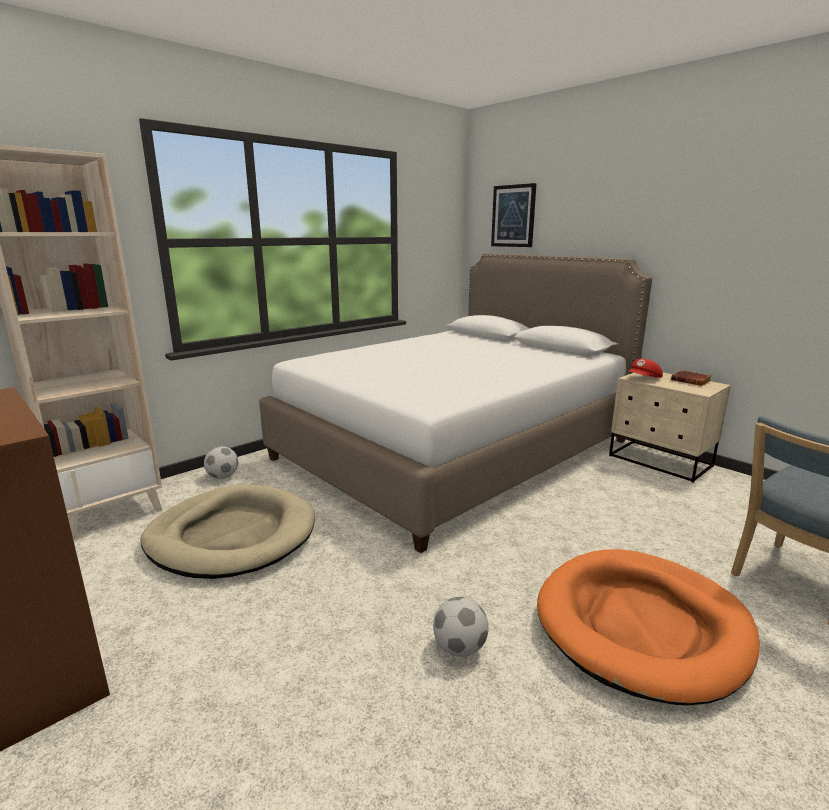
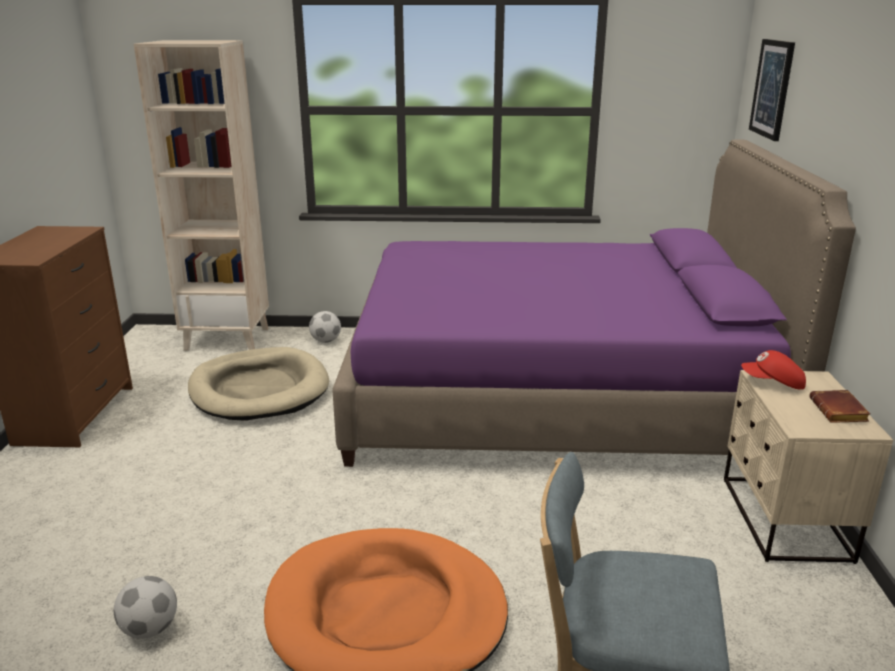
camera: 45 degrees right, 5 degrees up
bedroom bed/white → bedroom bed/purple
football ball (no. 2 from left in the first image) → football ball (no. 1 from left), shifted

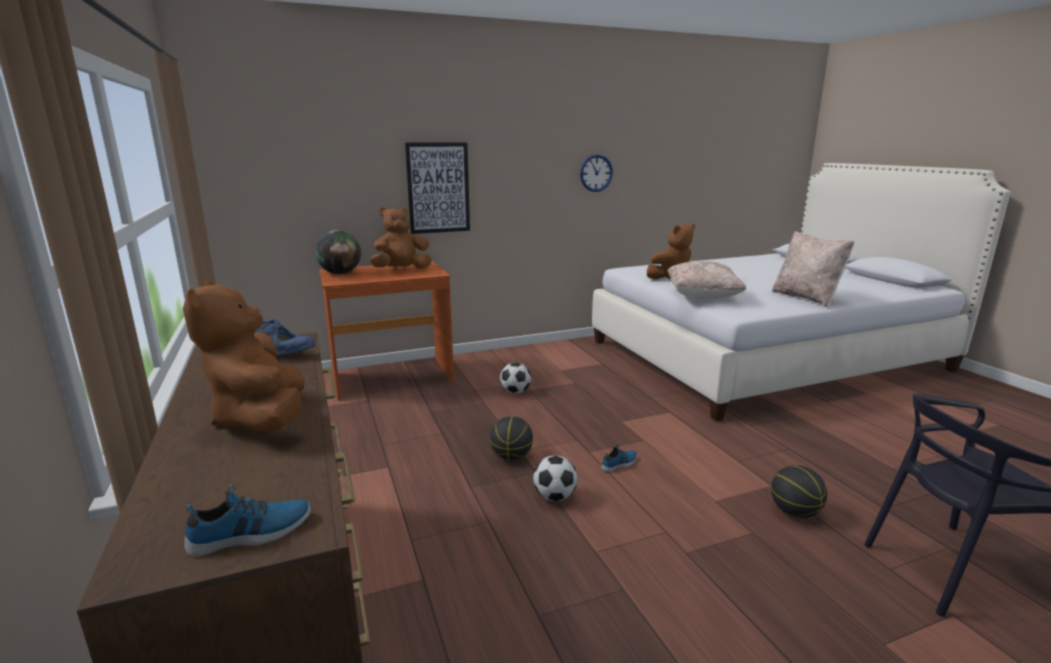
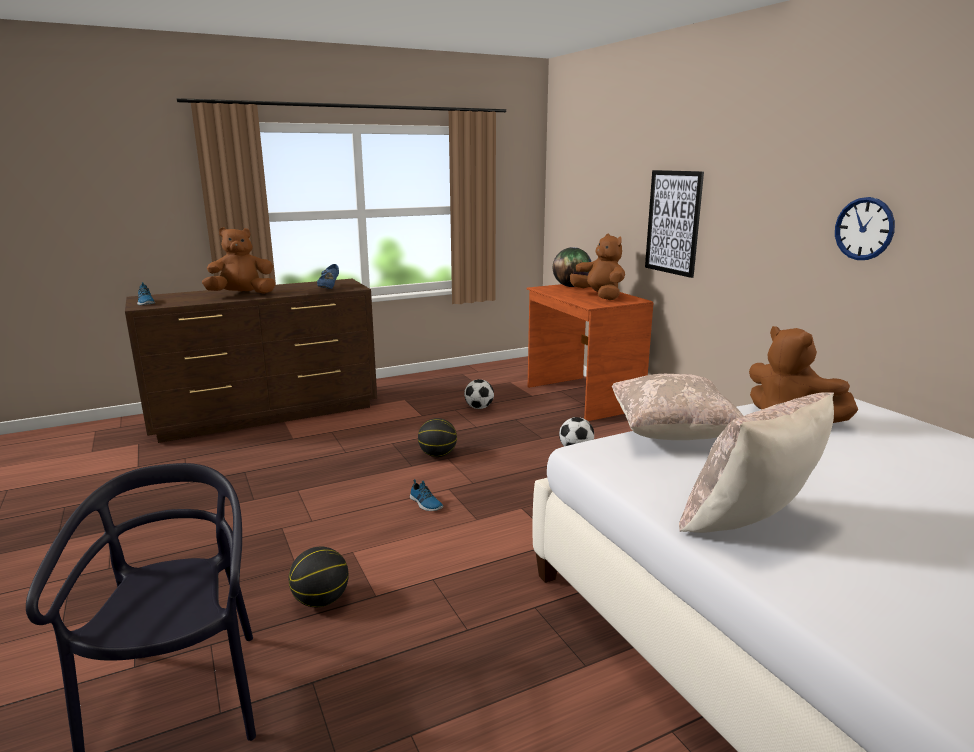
camera: 85 degrees right, 0 degrees up
football ball (no. 2 from left in the first image) → football ball (no. 1 from left), shifted

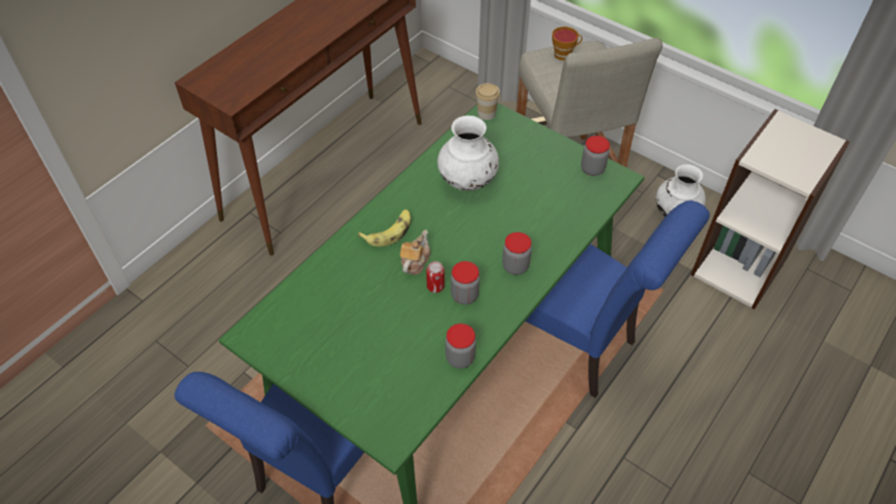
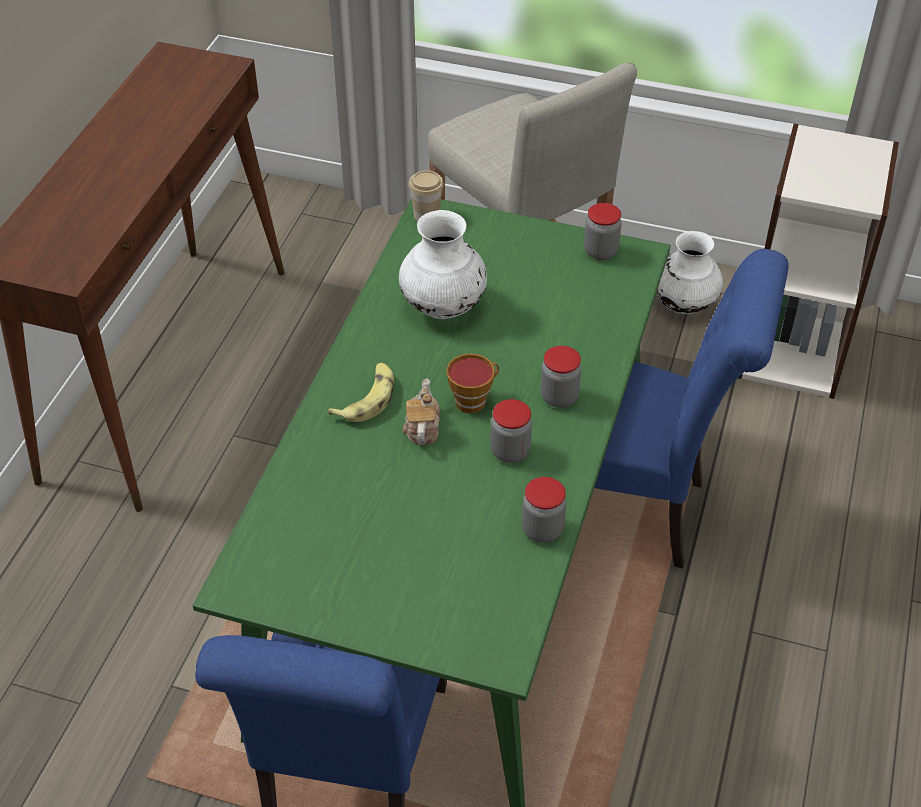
camera: 20 degrees left, 5 degrees down
metal can → -
cup (no. 2 from left), shifted

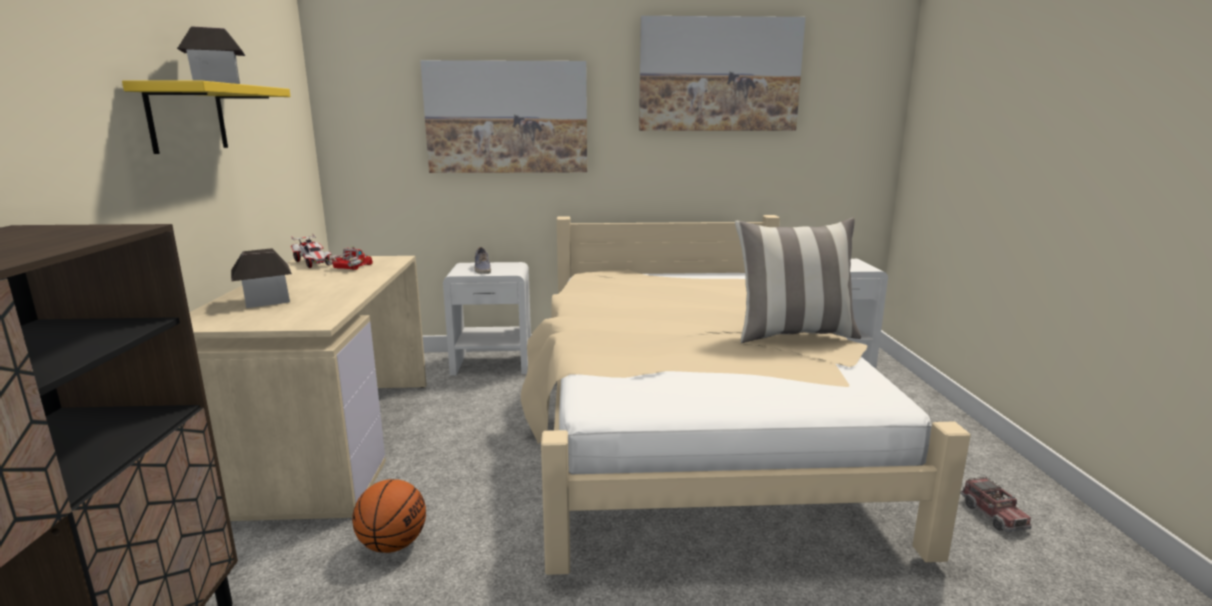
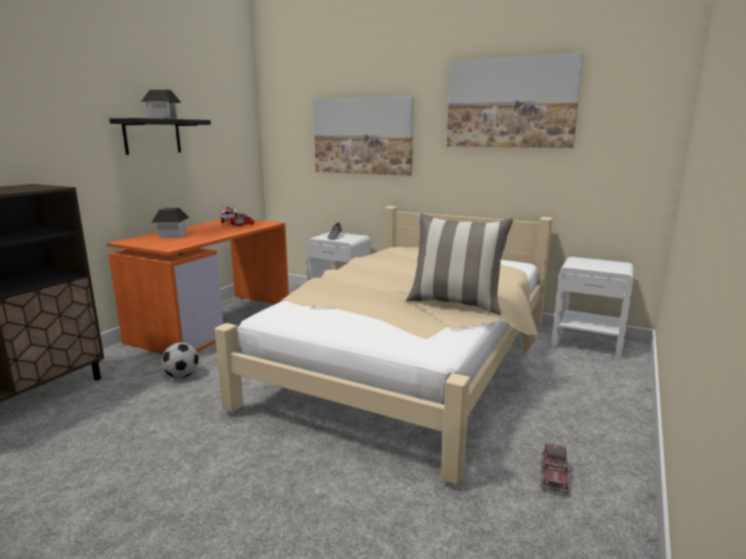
camera: 30 degrees right, 0 degrees up
wall shelf/yellow-coloured → wall shelf/blackish
desk unit/beige → desk unit/orange-coloured
ball for basketball → football ball

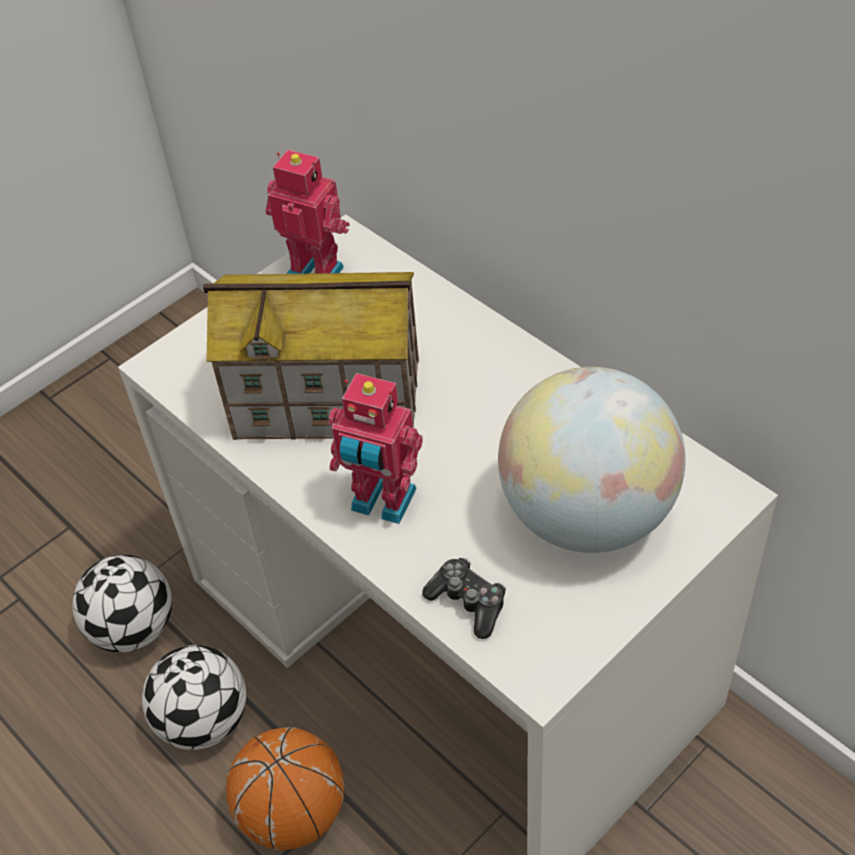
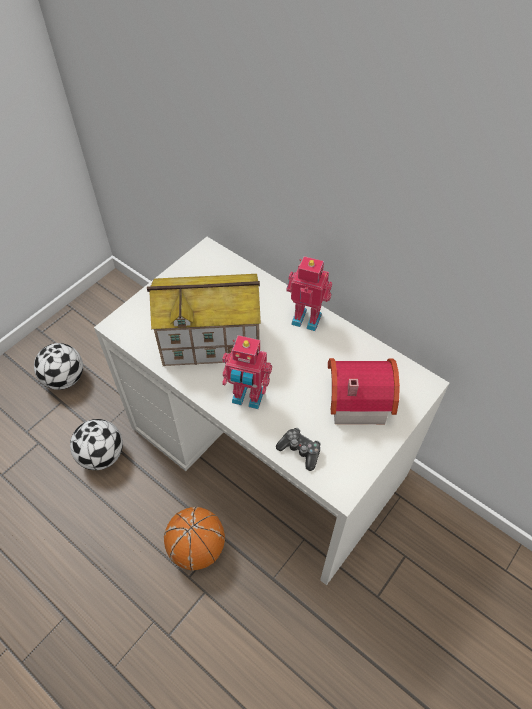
camera: 10 degrees left, 5 degrees up
football ball (no. 2 from left in the first image) → football ball (no. 1 from left), shifted
robot figure (no. 1 from left in the first image) → robot figure (no. 2 from left), shifted
world globe → model house (no. 2 from left)

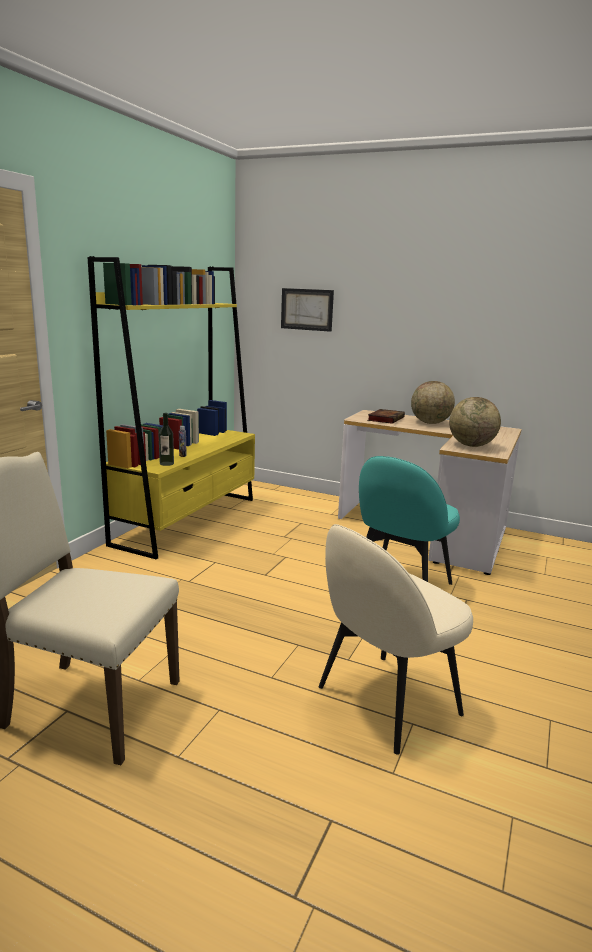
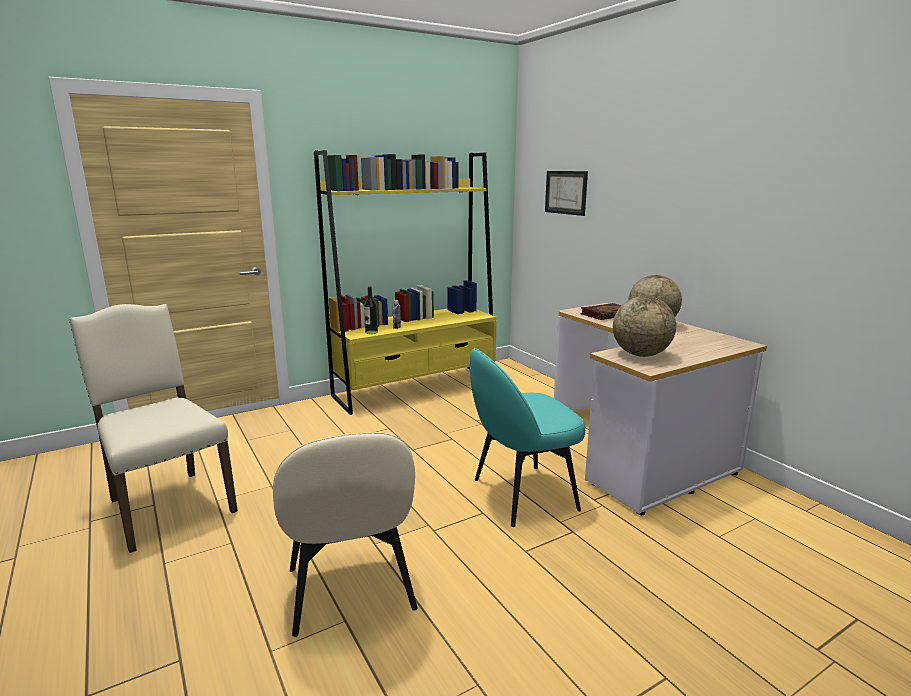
camera: 35 degrees right, 0 degrees up
chair/beige (no. 2 from left), 105 degrees counterclockwise

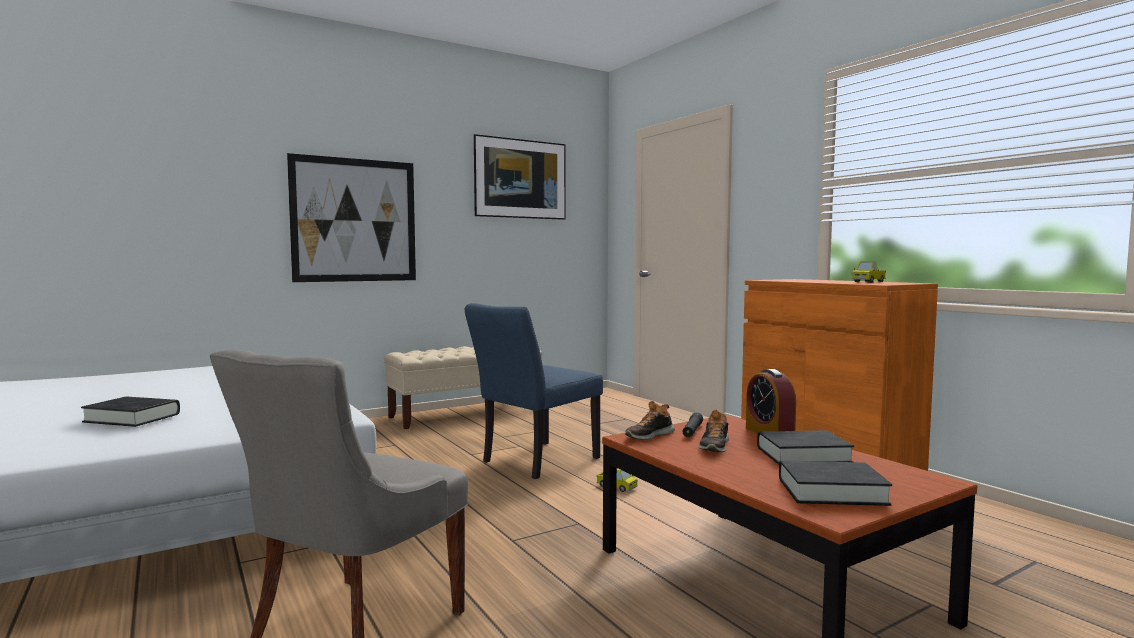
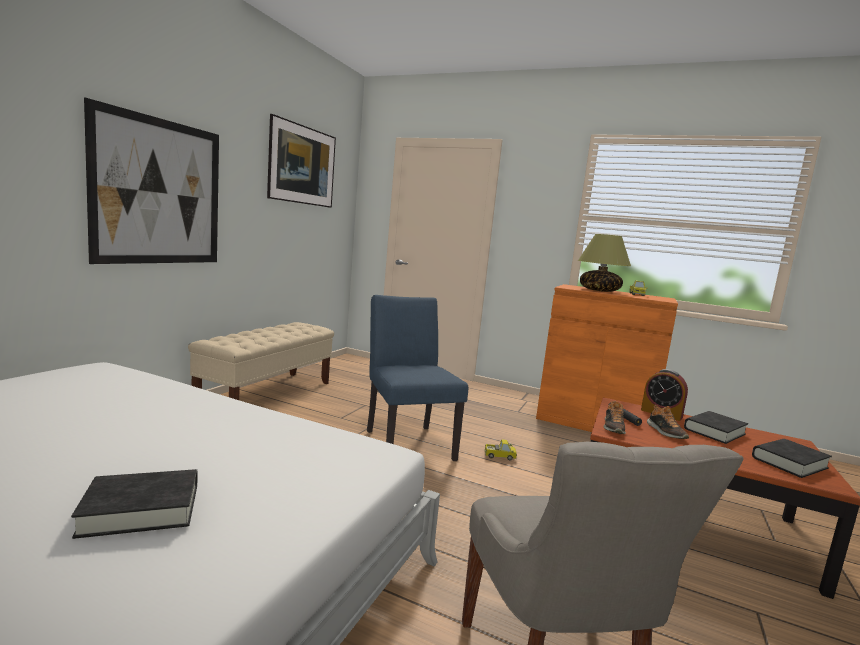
camera: 35 degrees left, 5 degrees up
chair/blue, 150 degrees clockwise
- → table lamp

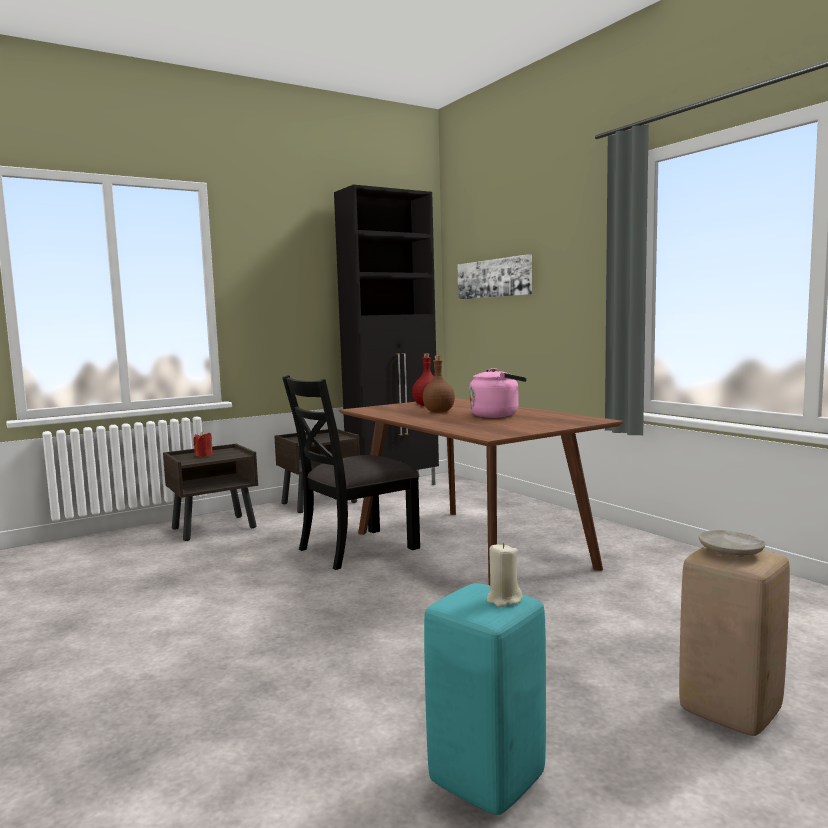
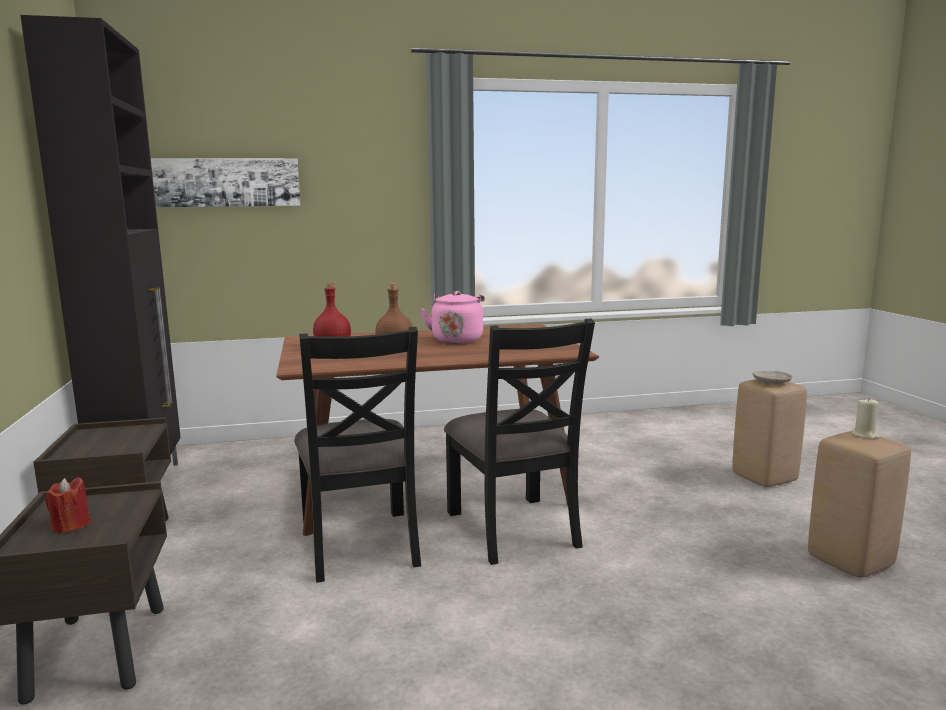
camera: 70 degrees left, 5 degrees up
stool seat/turquoise → stool seat/beige (no. 2 from left)
- → chair/blackish (no. 2 from left)

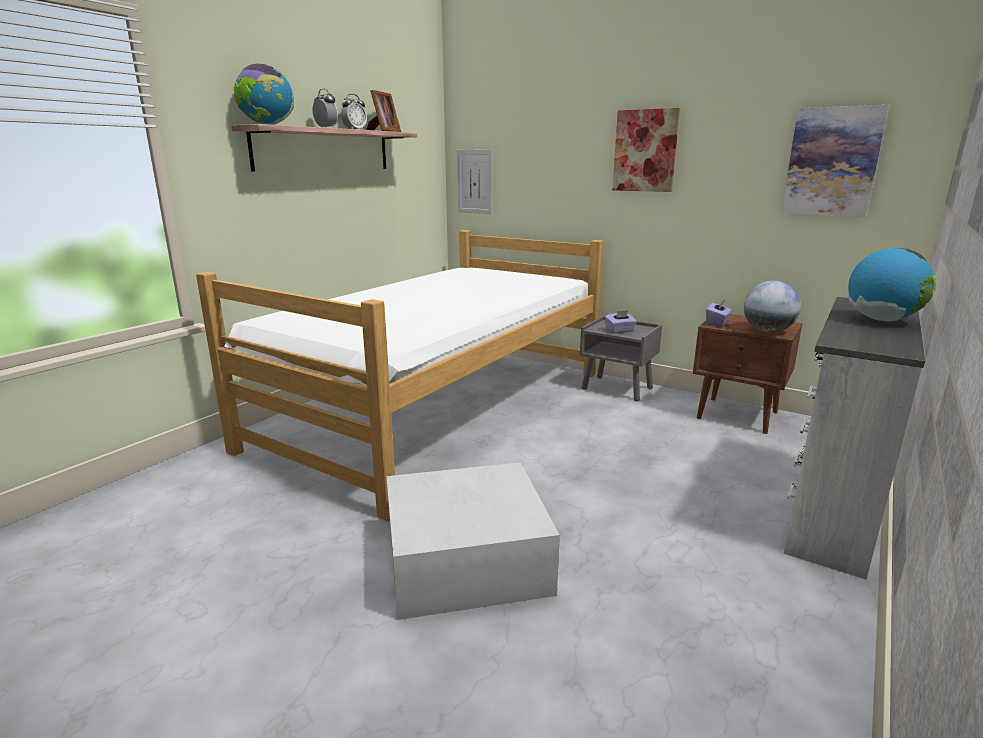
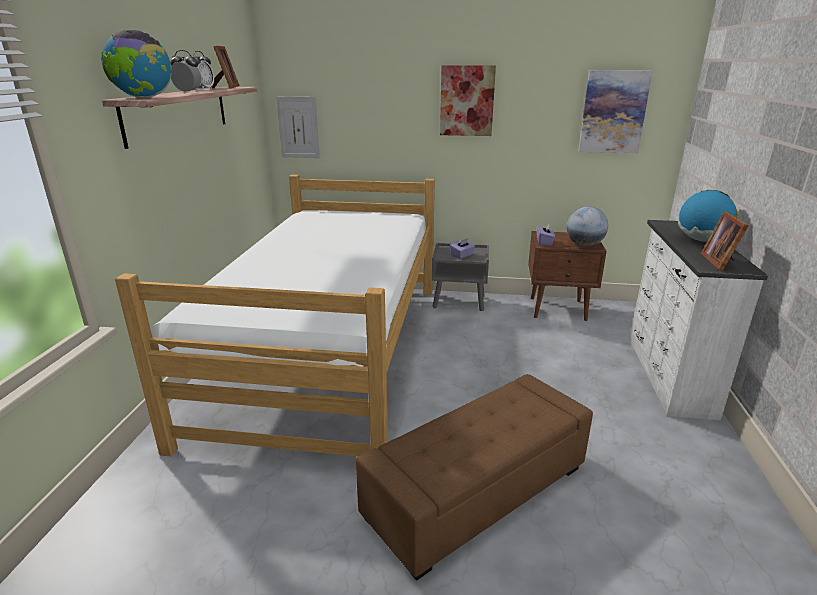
camera: 25 degrees left, 5 degrees up
storage box/white → ottoman/brownish
- → standing frame (no. 2 from left)

